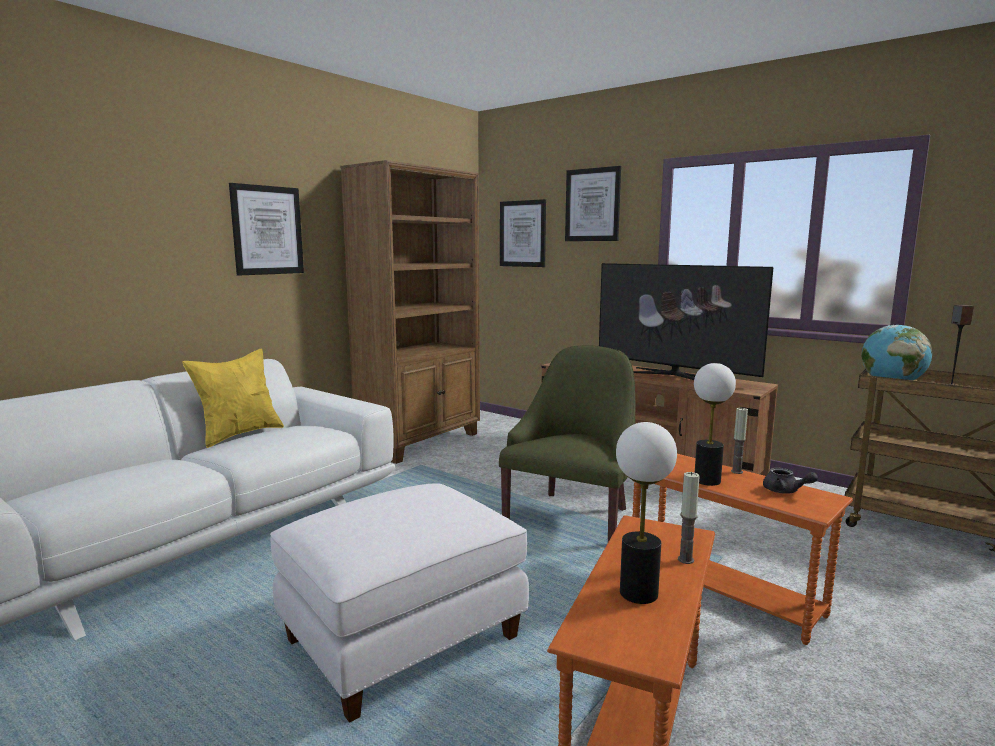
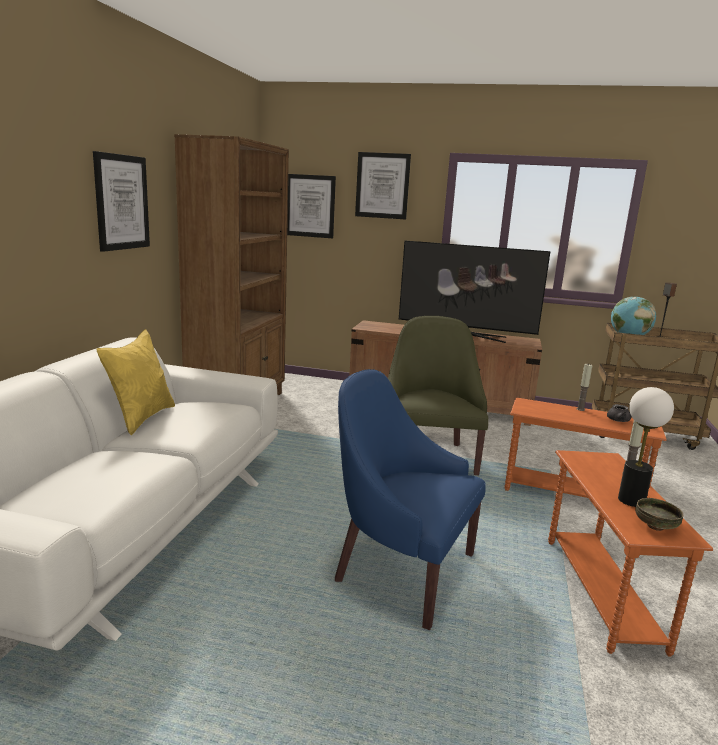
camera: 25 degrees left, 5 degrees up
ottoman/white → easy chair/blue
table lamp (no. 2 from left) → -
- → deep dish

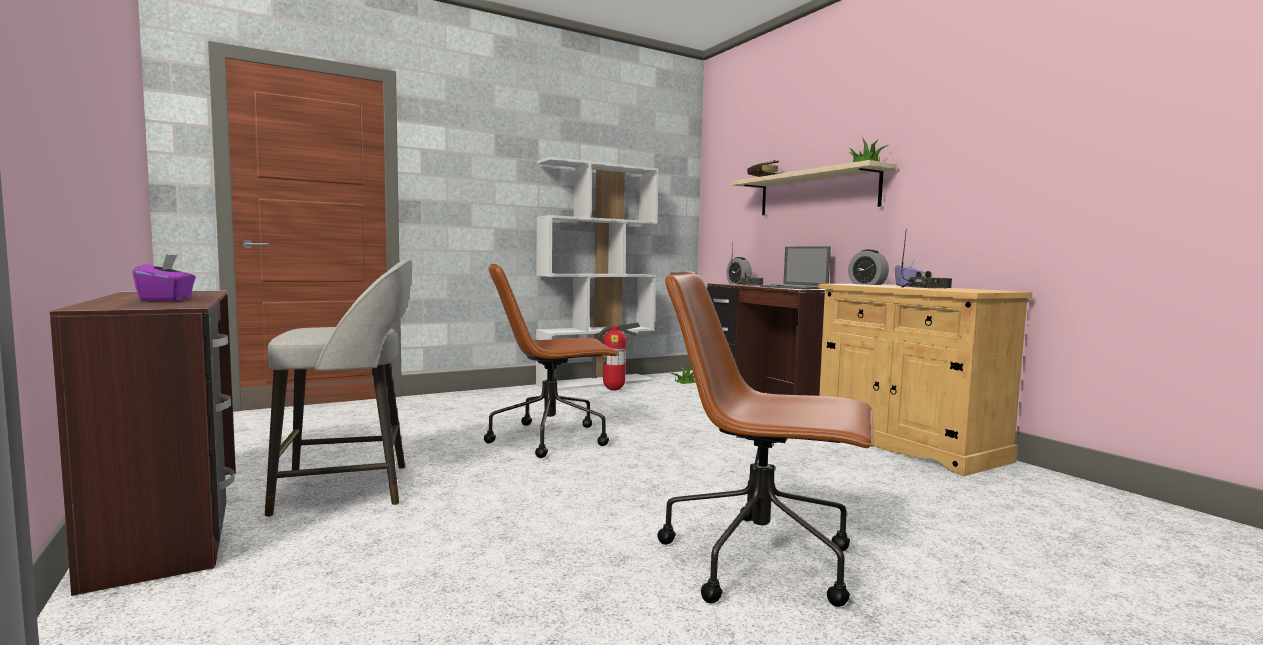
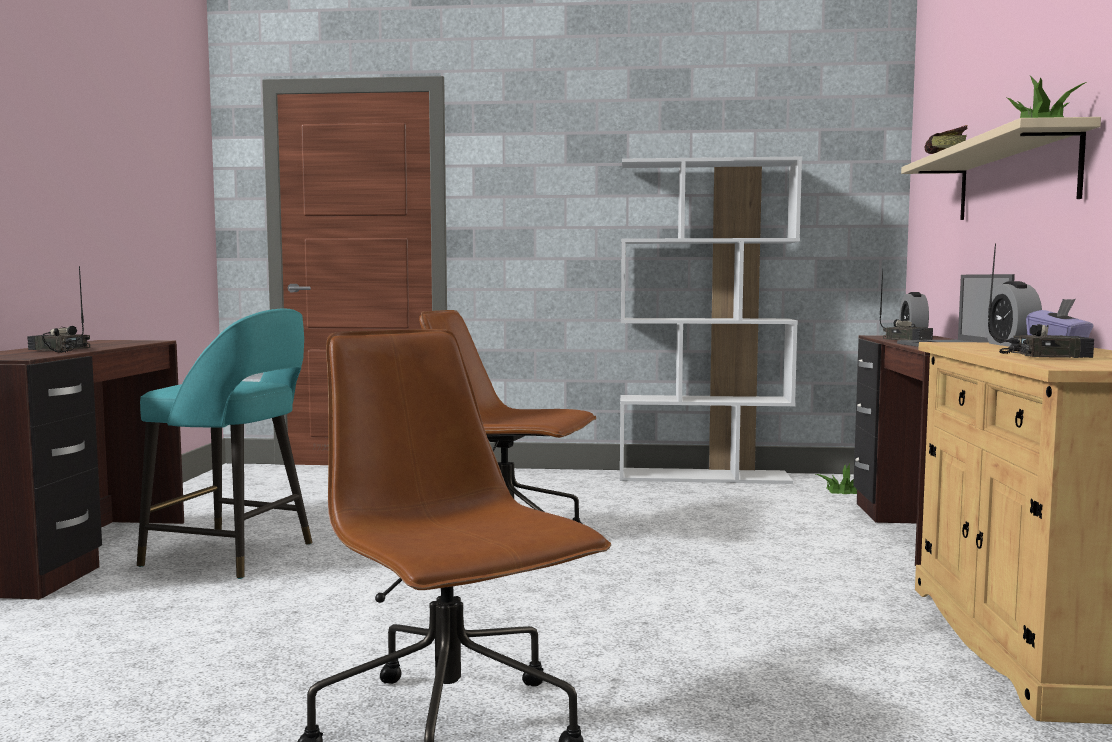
camera: 35 degrees right, 0 degrees up
box of tissues/purple (no. 1 from left) → radio (no. 1 from left)
stool seat/greyish → stool seat/turquoise
fire-fighting cylinder → -

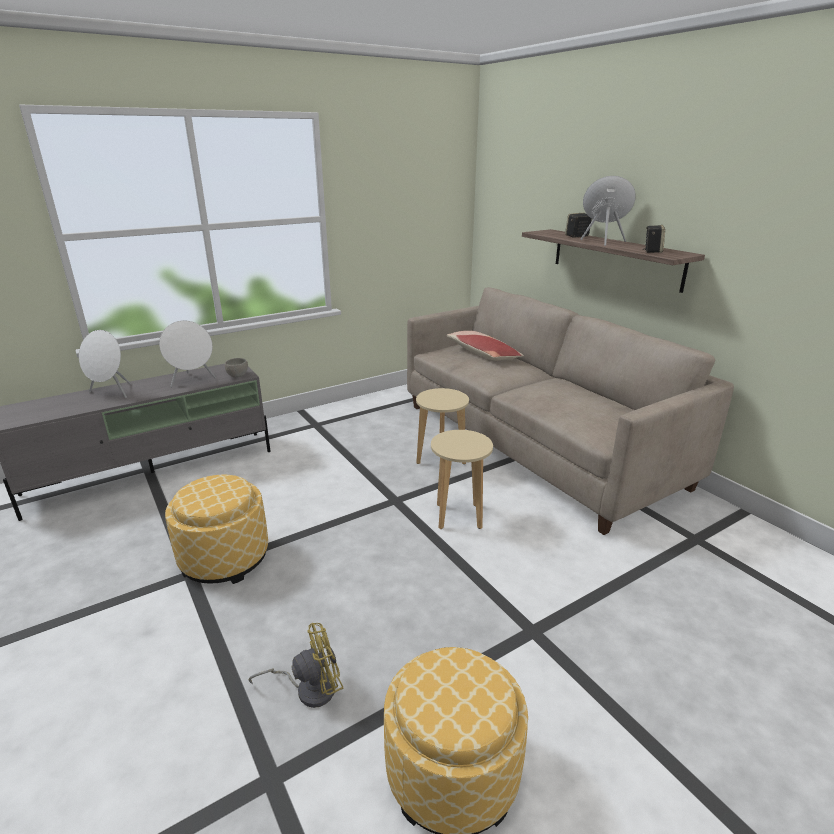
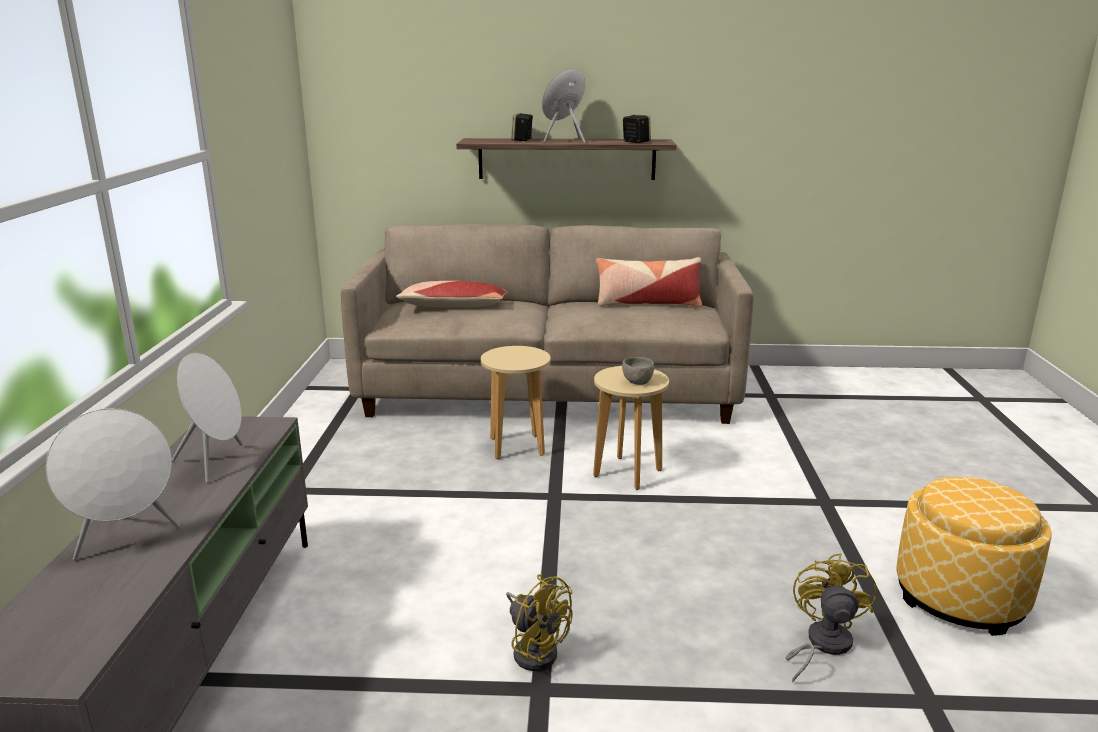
camera: 55 degrees left, 5 degrees down
ottoman (no. 1 from left) → fan/yellow-coloured (no. 1 from left)
deep dish/greyish, shifted
- → pillow (no. 2 from left)

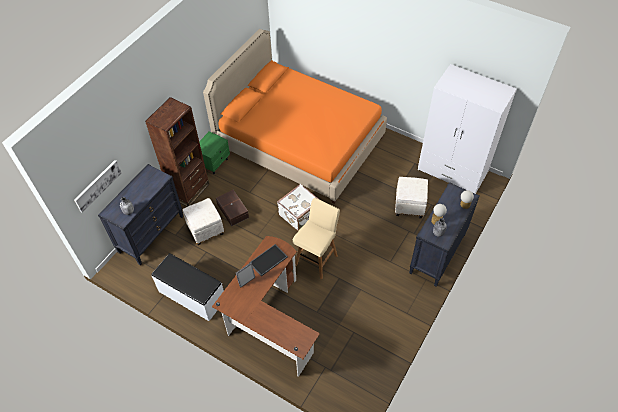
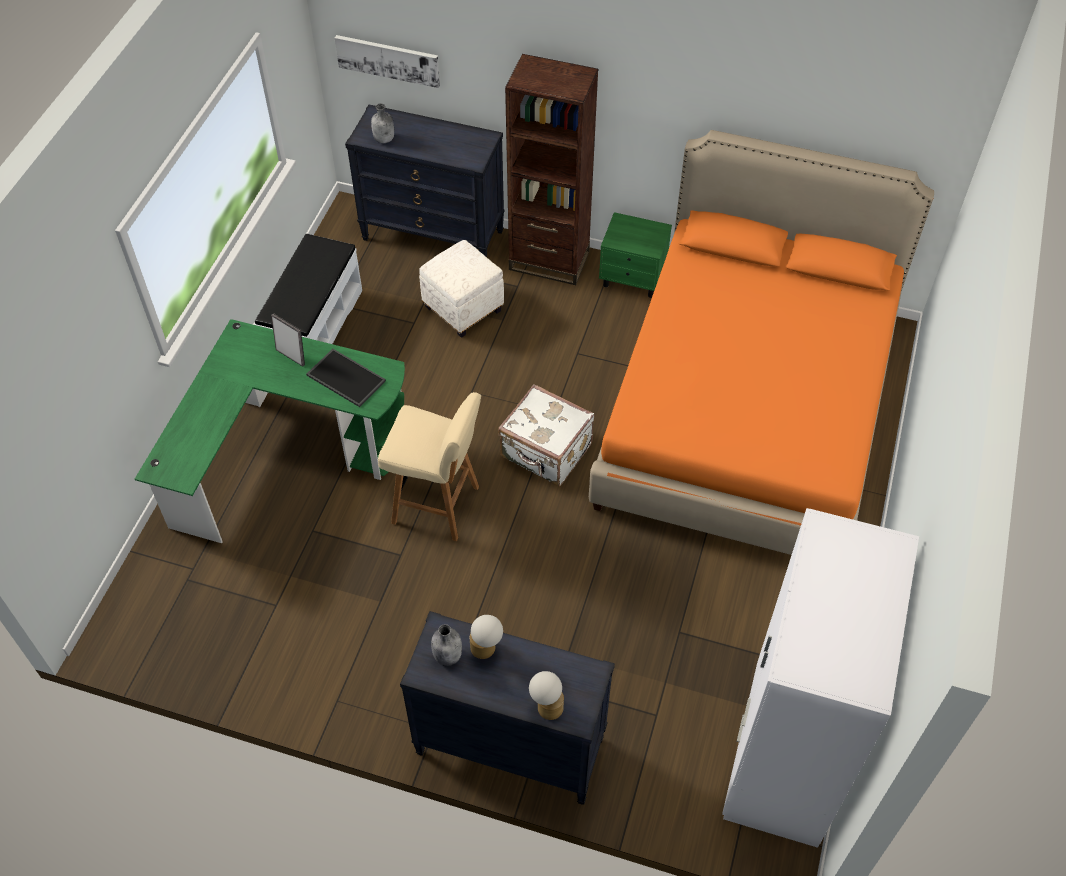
camera: 75 degrees right, 0 degrees up
desk unit/brownish → desk unit/green-coloured
storage box/brownish → -
ottoman/white (no. 2 from left) → -

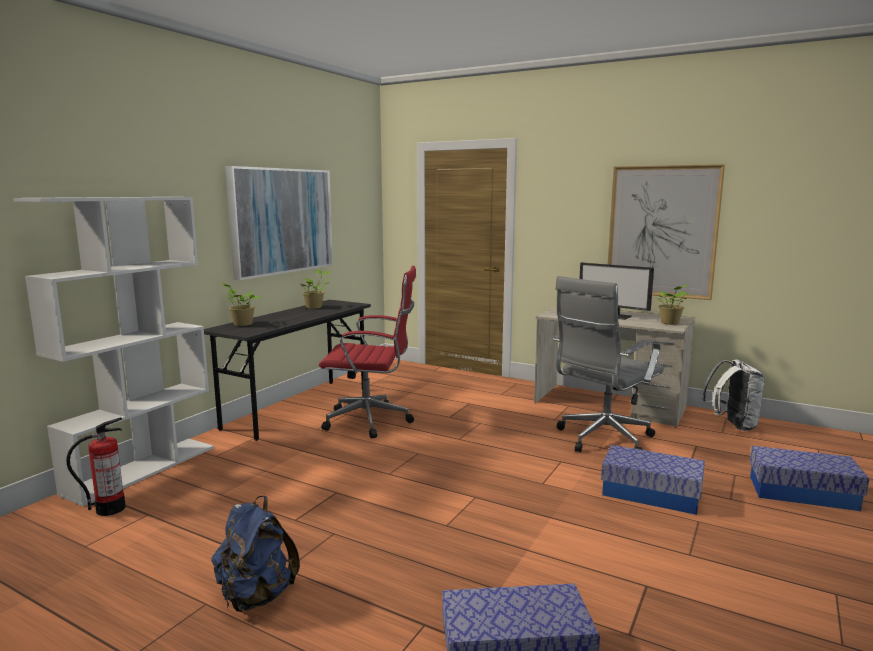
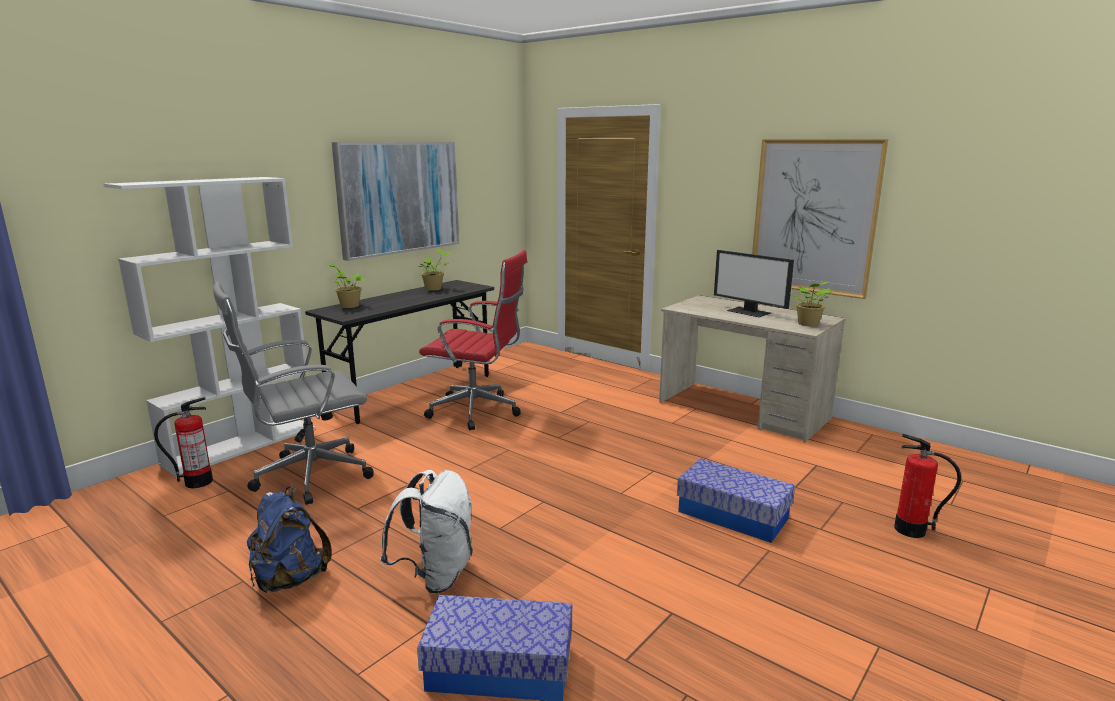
camera: 10 degrees right, 5 degrees up
desk chair/greyish, shifted
backpack/white, shifted
storage box (no. 3 from left) → fire-fighting cylinder (no. 2 from left)

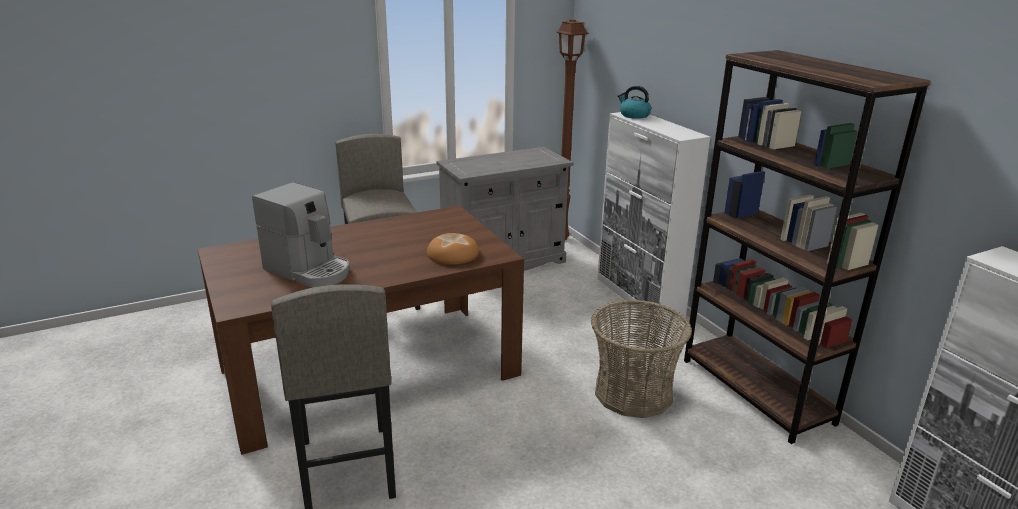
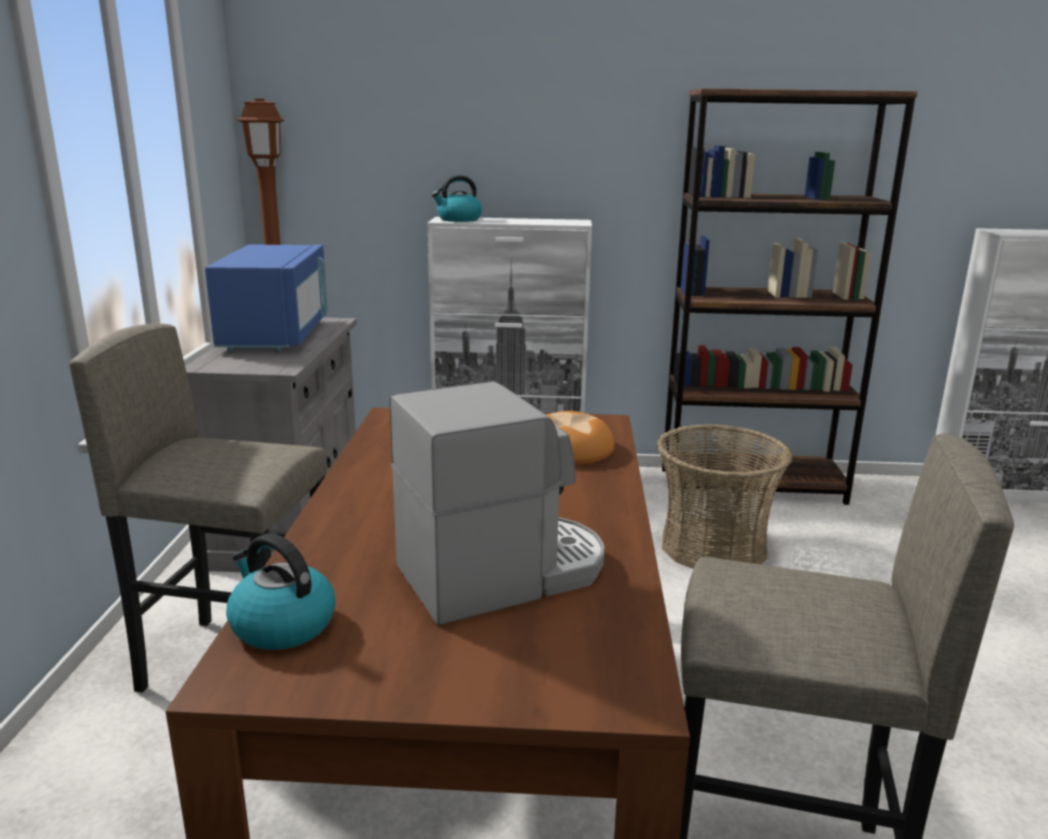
camera: 60 degrees left, 5 degrees down
- → kitchen microwave/blue
- → water kettle (no. 1 from left)

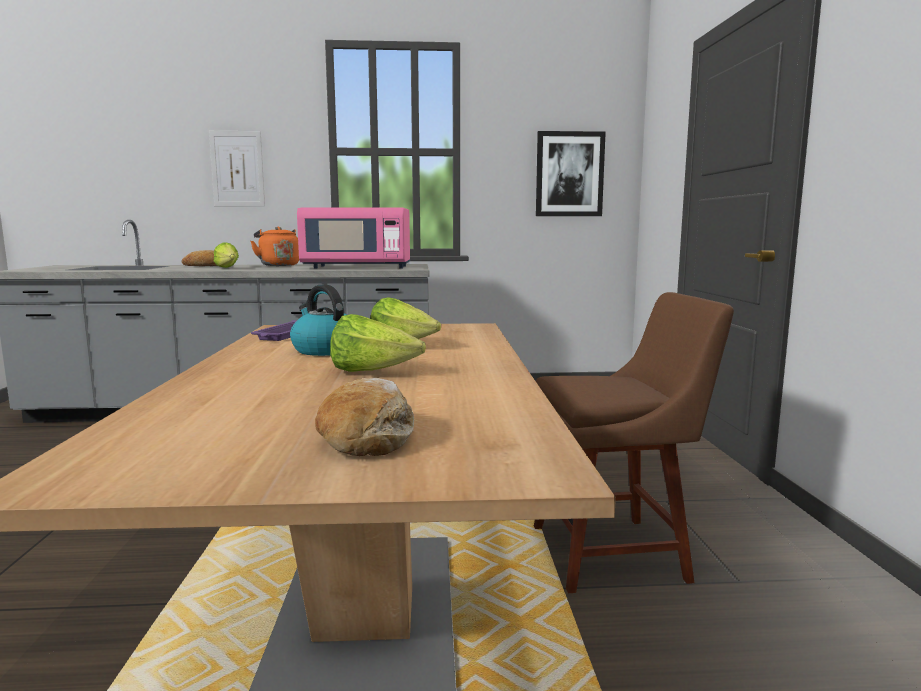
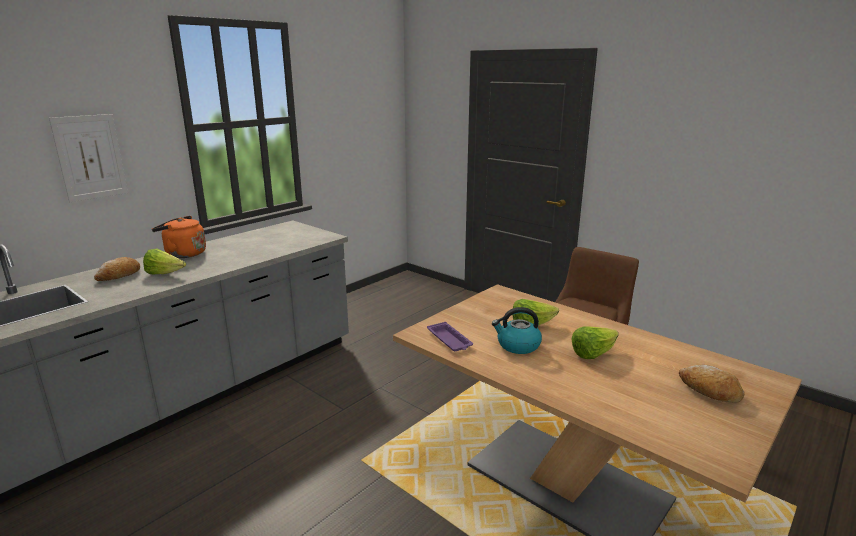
camera: 45 degrees left, 10 degrees up
kitchen microwave/pink-coloured → -
wall art (no. 2 from left) → -

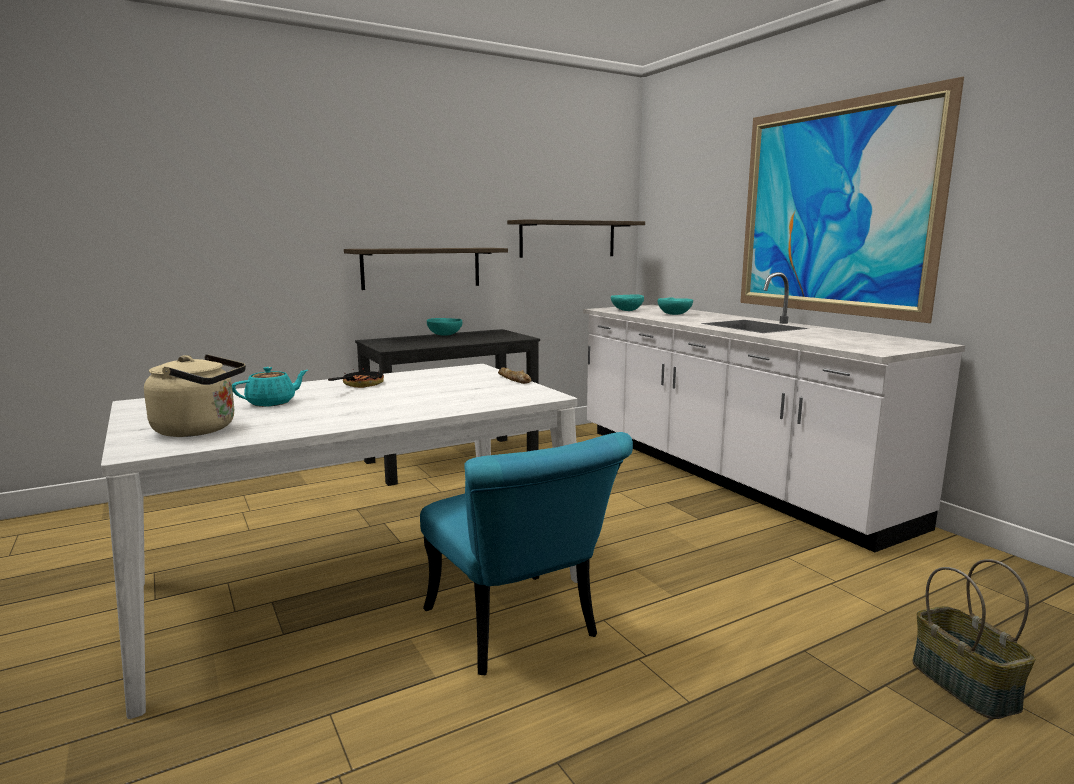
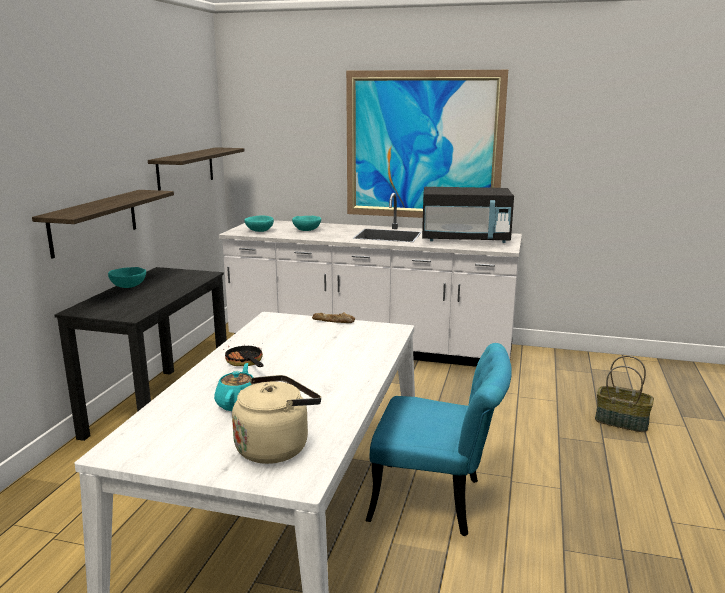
camera: 45 degrees left, 5 degrees up
- → kitchen microwave/blackish

